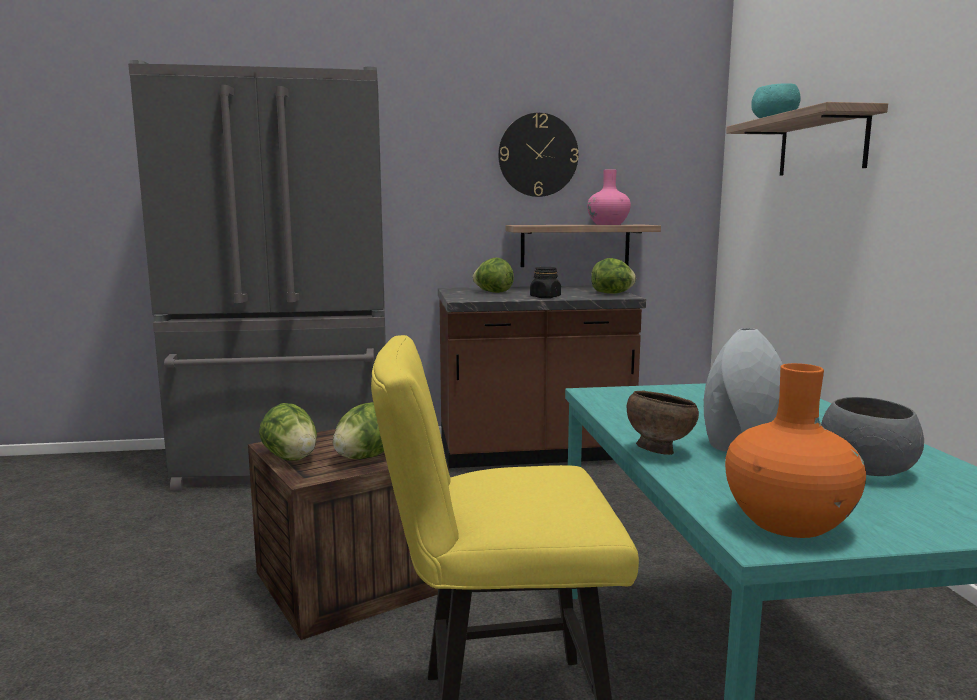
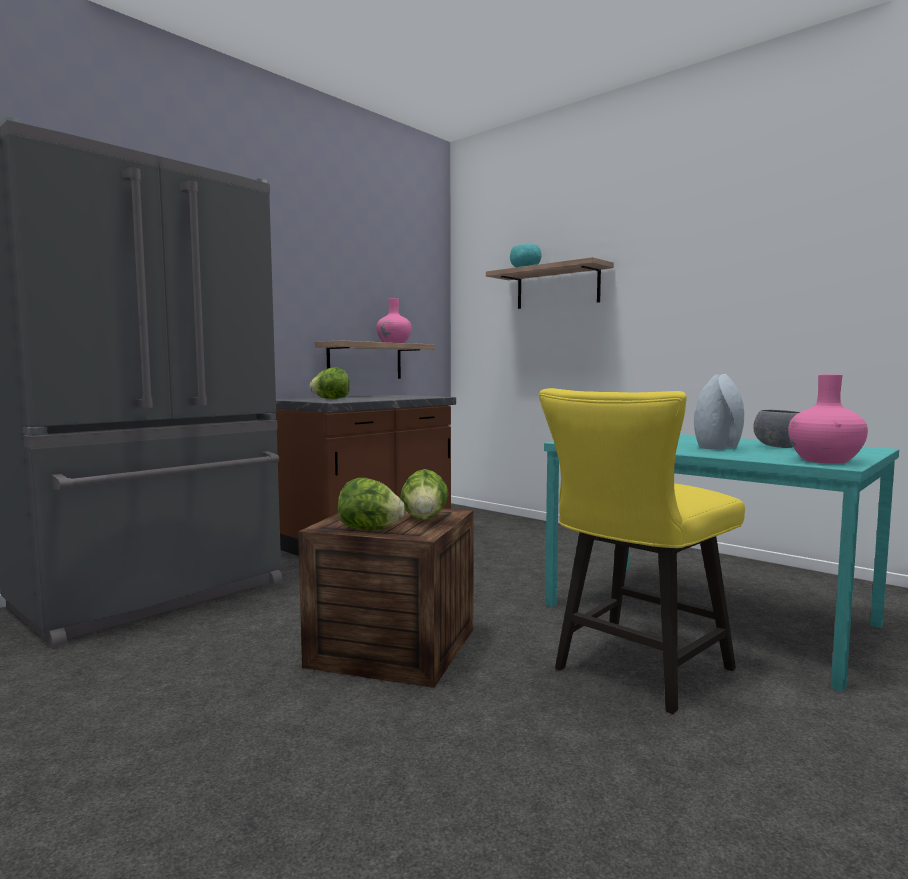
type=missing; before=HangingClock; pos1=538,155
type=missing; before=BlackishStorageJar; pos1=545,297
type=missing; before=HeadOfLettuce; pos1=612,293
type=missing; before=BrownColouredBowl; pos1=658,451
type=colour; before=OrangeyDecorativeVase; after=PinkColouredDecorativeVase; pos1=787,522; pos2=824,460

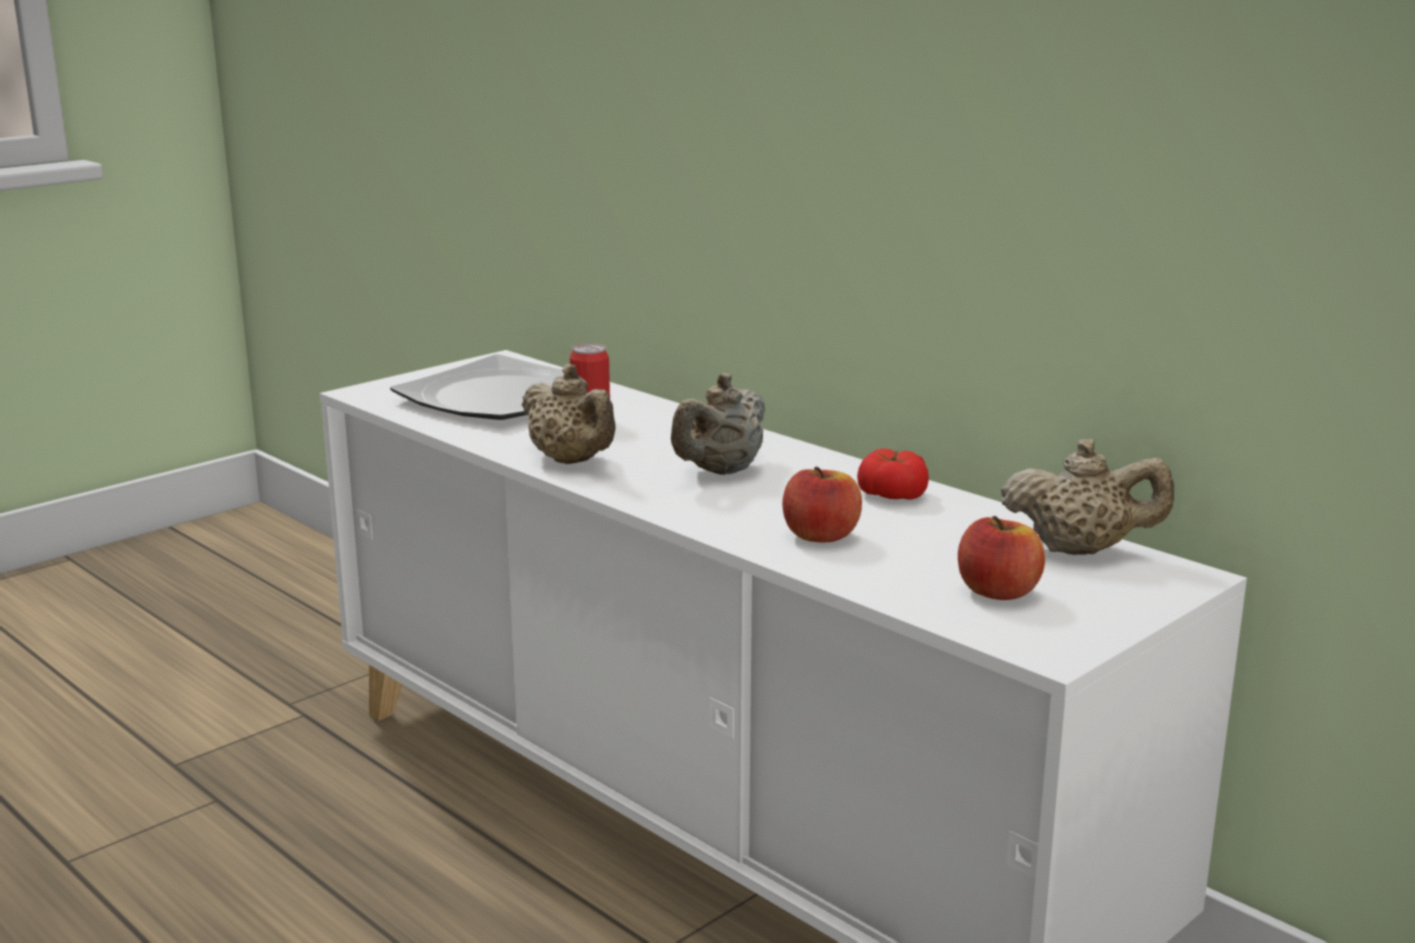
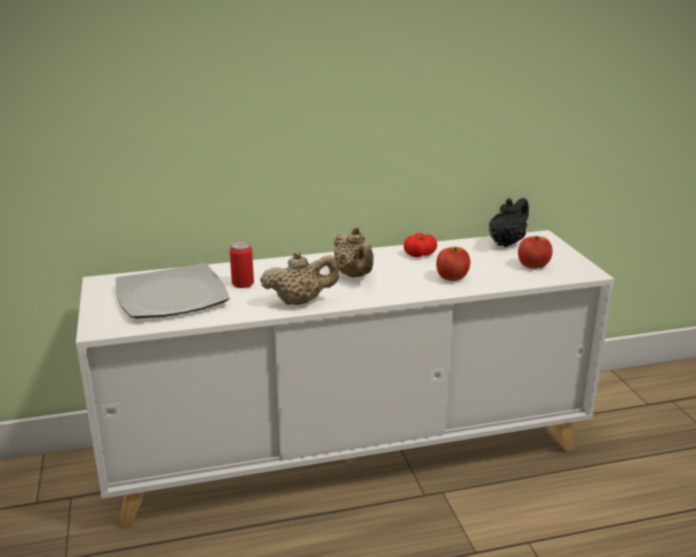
type=colour; before=BeigeTeaPot; after=BlackishTeaPot; pos1=1081,550; pos2=506,243

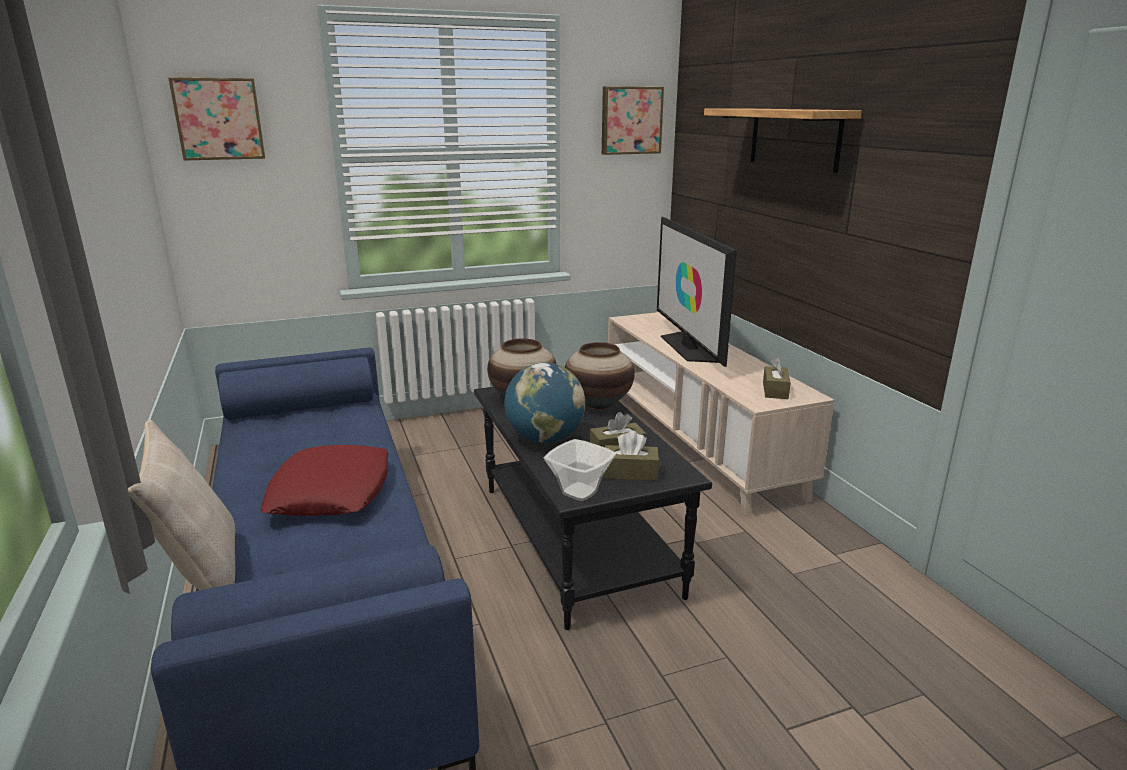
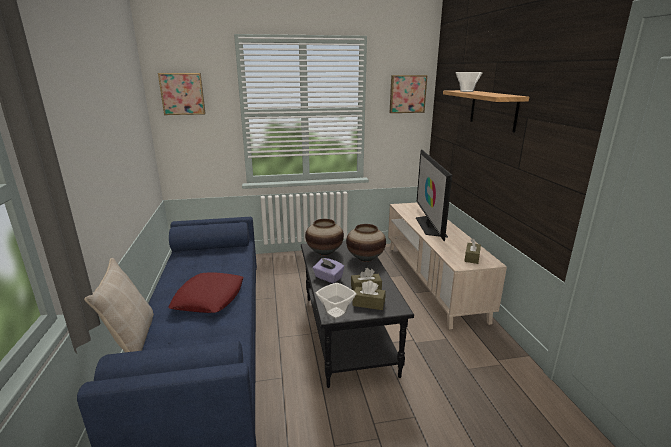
type=appeared; after=Bowl; pos2=467,91
type=exchanged; before=WorldGlobe; after=PurpleColouredTissueHolder; pos1=545,439; pos2=328,278

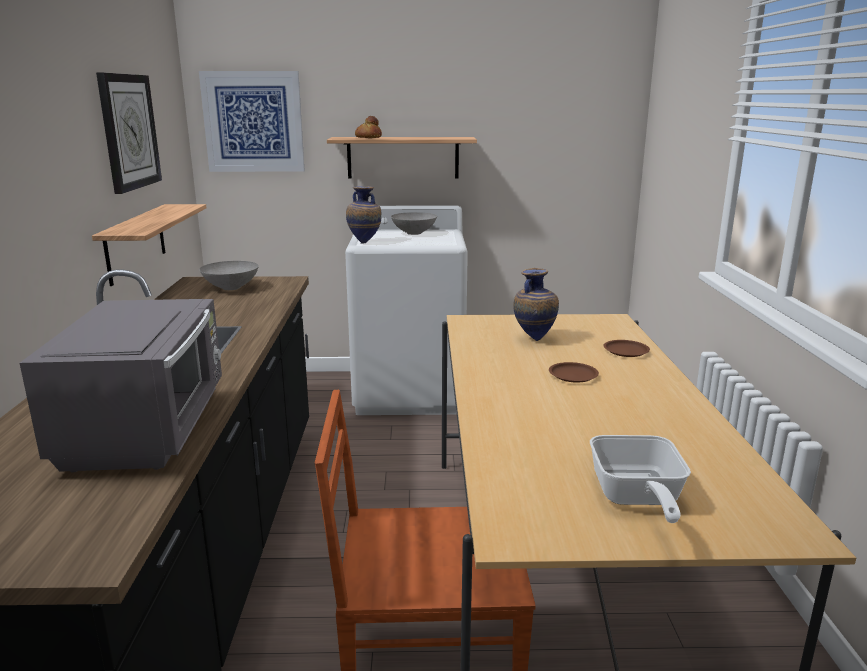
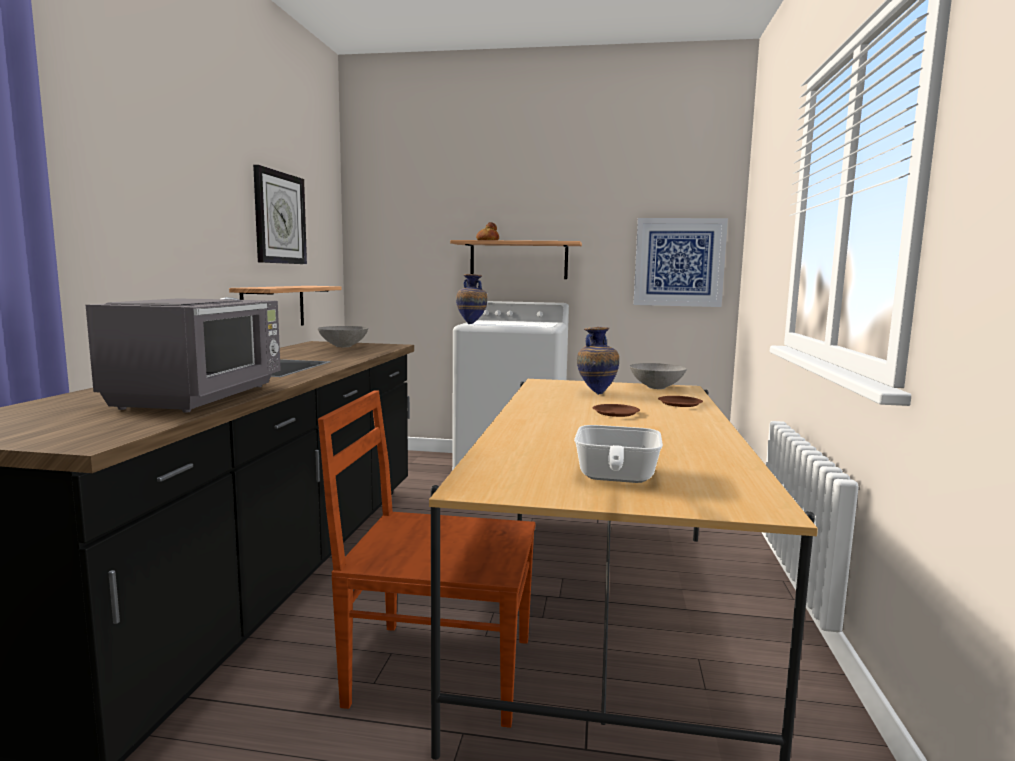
type=relocated; before=WallPicture; pos1=253,122; pos2=679,262
type=relocated; before=GrayBowl; pos1=414,233; pos2=656,387

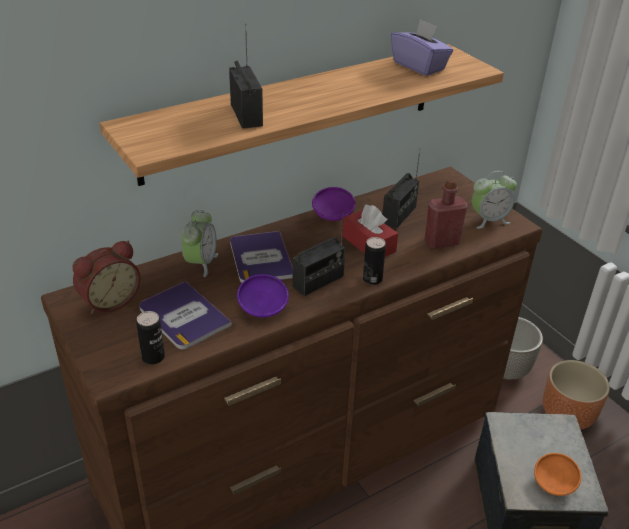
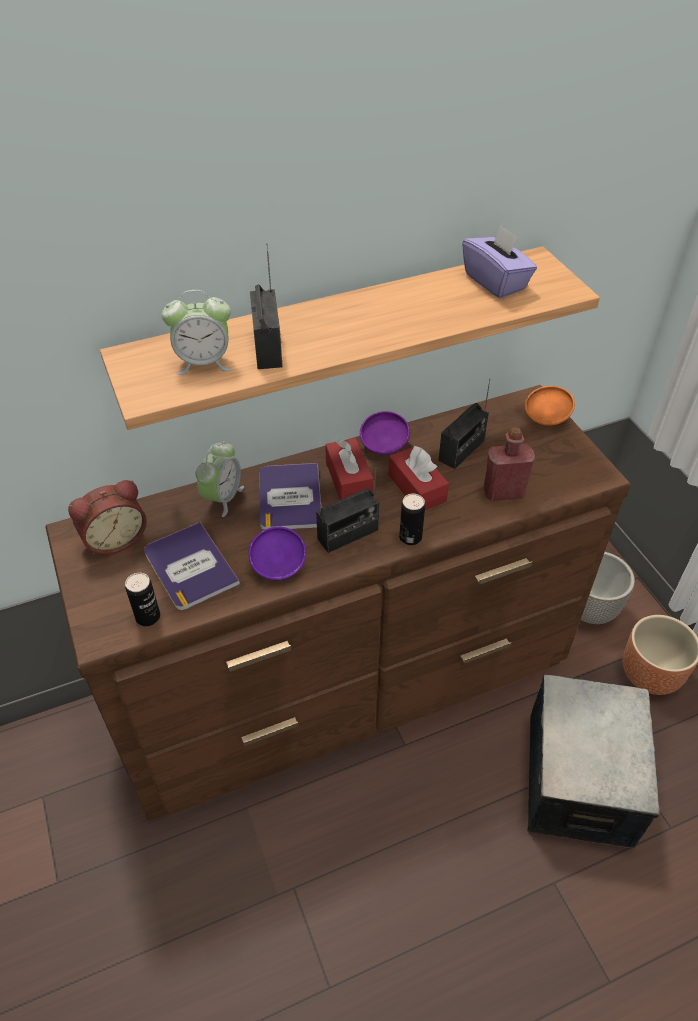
type=appeared; after=ReddishTissueHolder; pos2=348,479
type=relocated; before=TableClock; pos1=489,220; pos2=204,363
type=relocated; before=OrangeyBowl; pos1=553,484; pos2=545,418

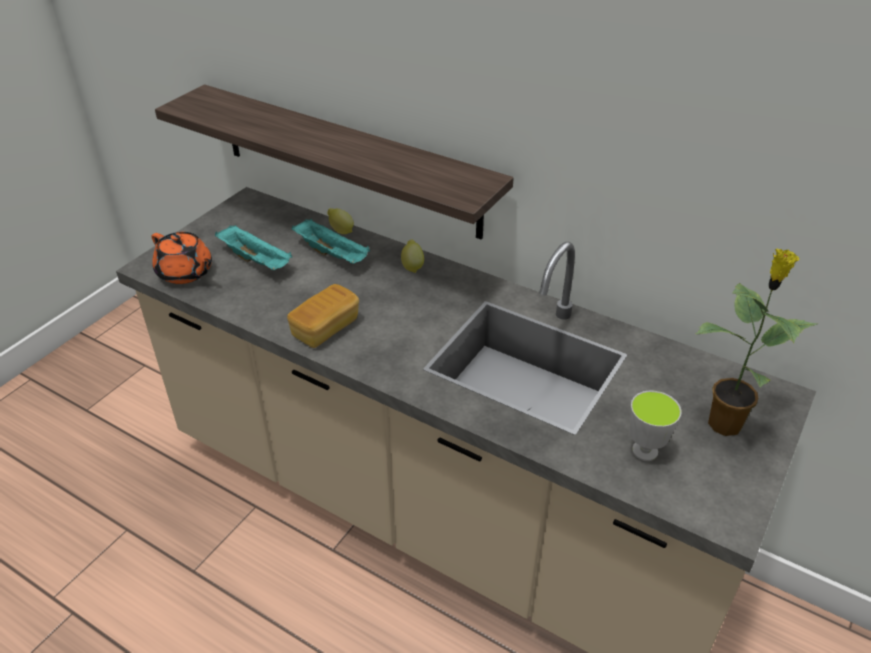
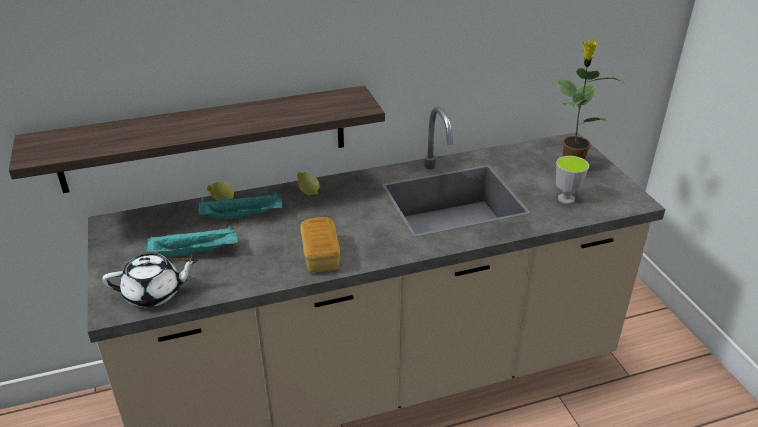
type=colour; before=OrangeyTeaPot; after=WhitishTeaPot; pos1=185,273; pos2=154,293

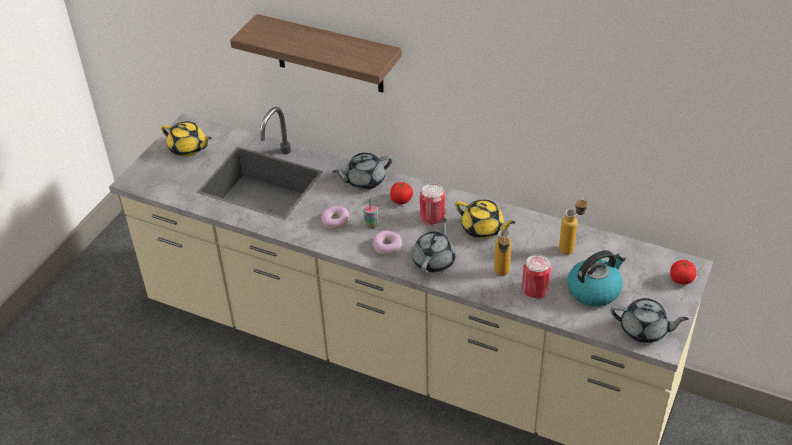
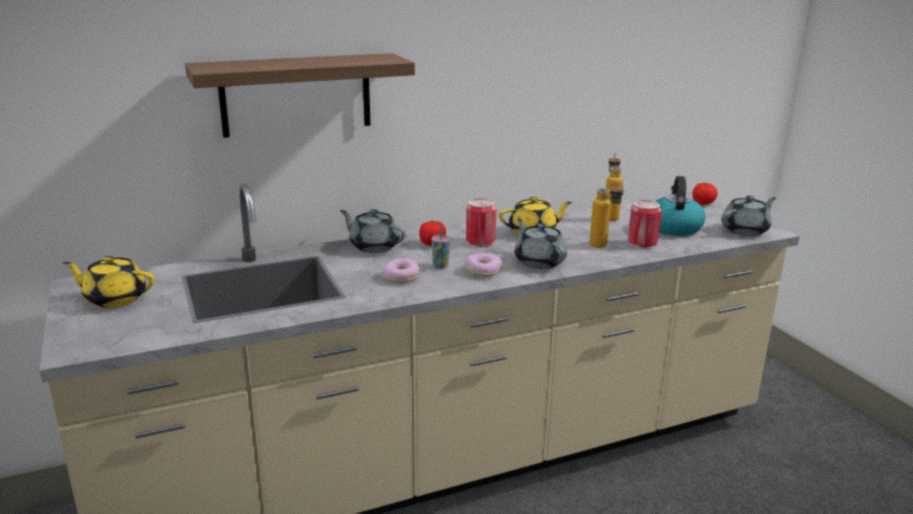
type=spun; before=YellowishTeaPot; pos1=188,148; pos2=114,299; turn=-150
type=spun; before=GrayTeaPot; pos1=364,181; pos2=373,246; turn=105

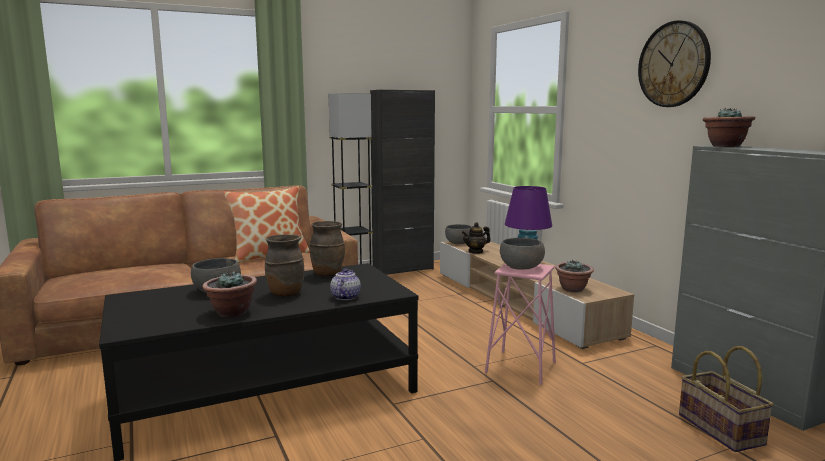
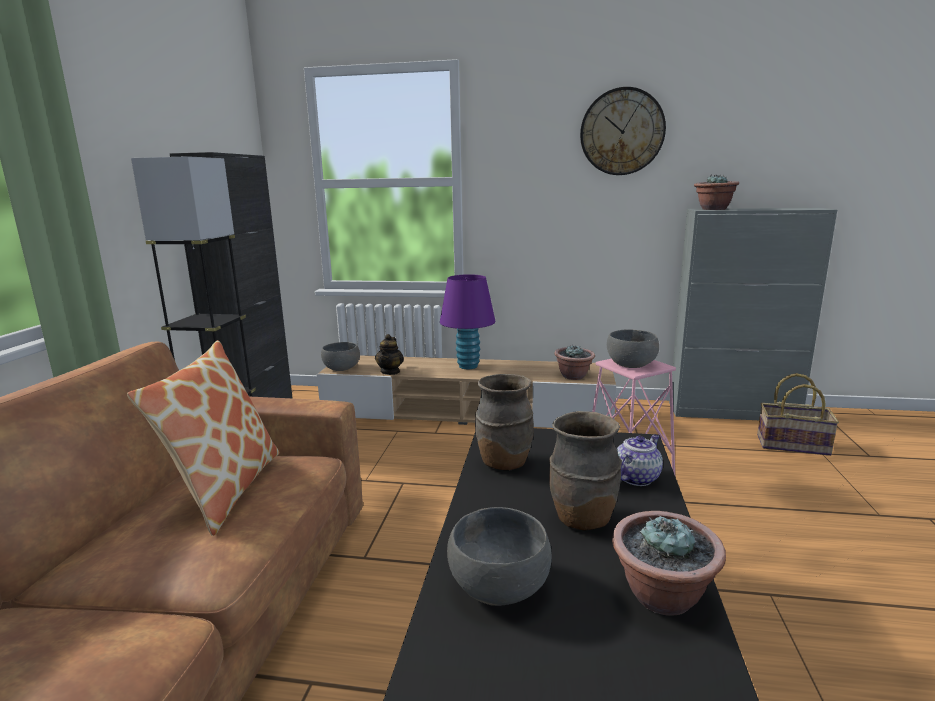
type=spun; before=TeaPot; pos1=345,297; pos2=636,477; turn=90

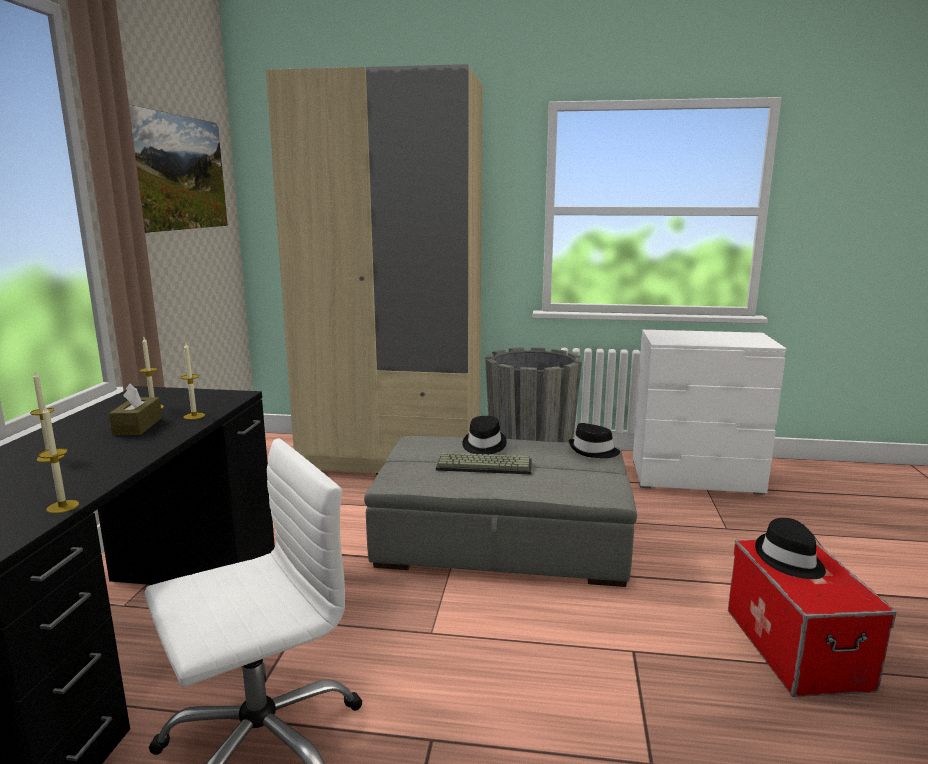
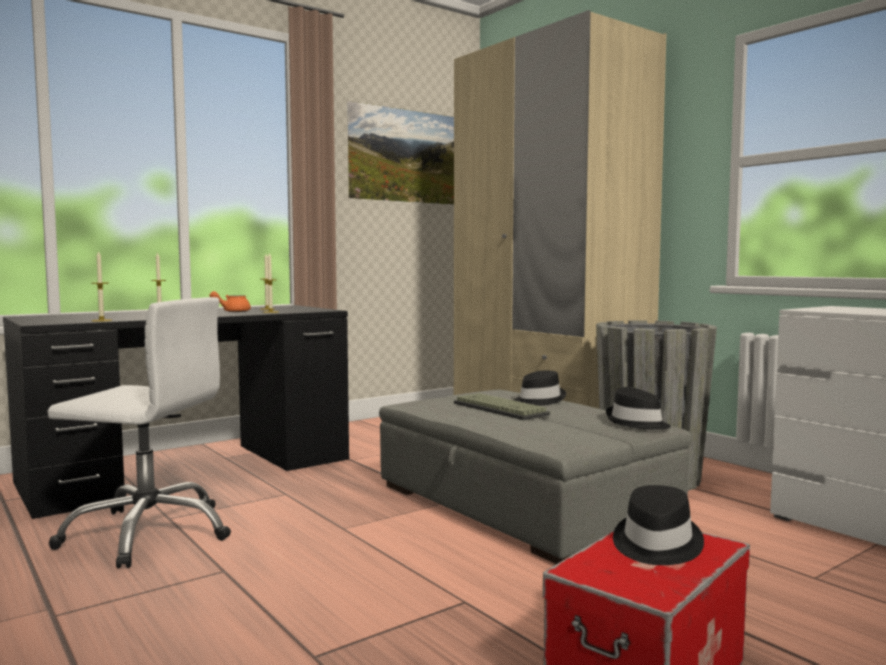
type=exchanged; before=BrownColouredTissueHolder; after=OrangeyTeaPot; pos1=138,426; pos2=232,311

